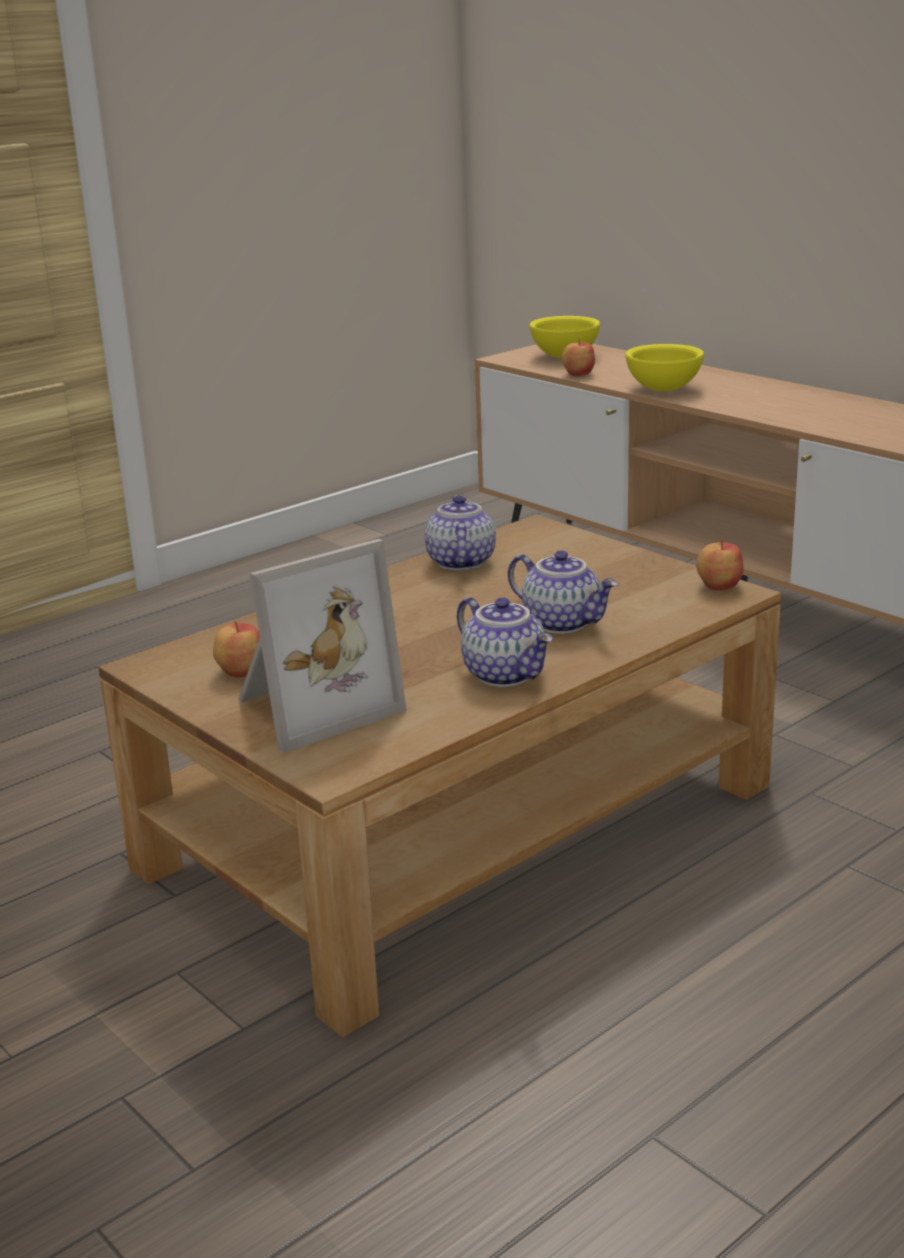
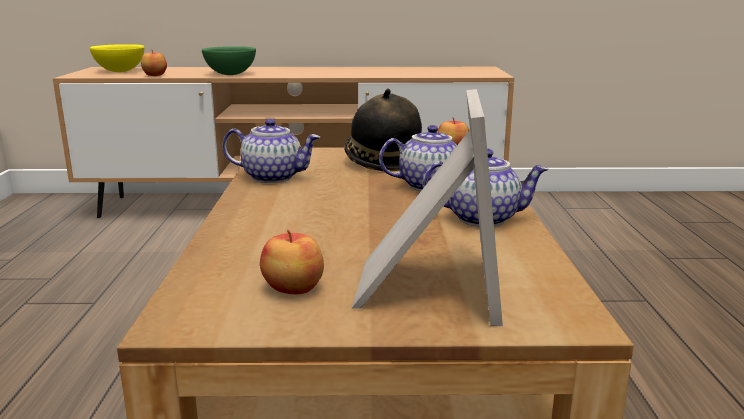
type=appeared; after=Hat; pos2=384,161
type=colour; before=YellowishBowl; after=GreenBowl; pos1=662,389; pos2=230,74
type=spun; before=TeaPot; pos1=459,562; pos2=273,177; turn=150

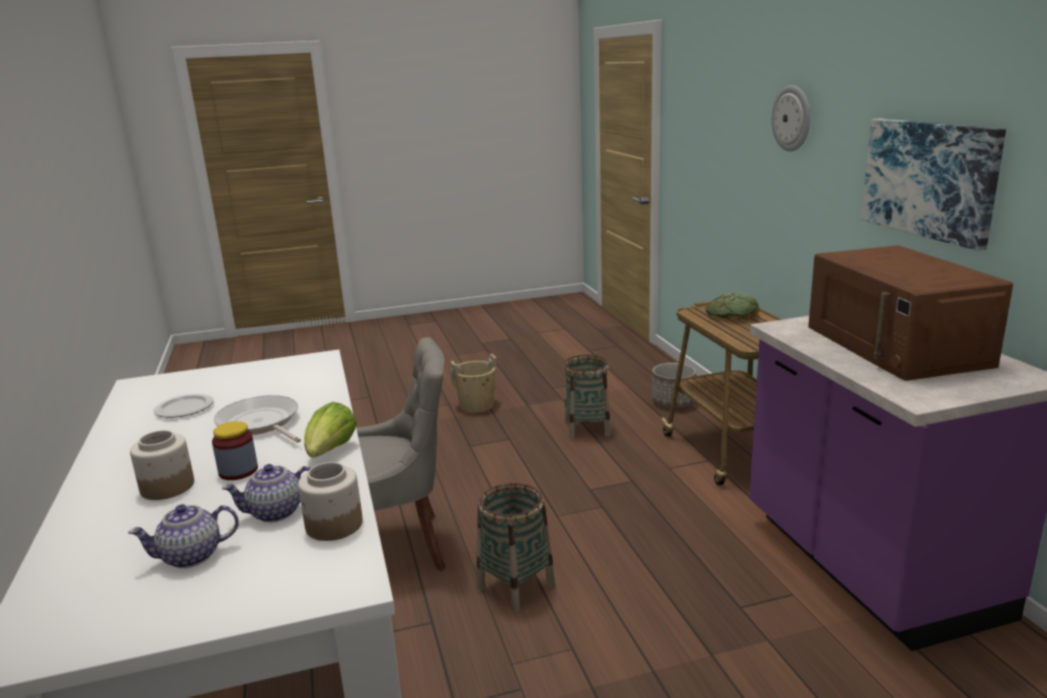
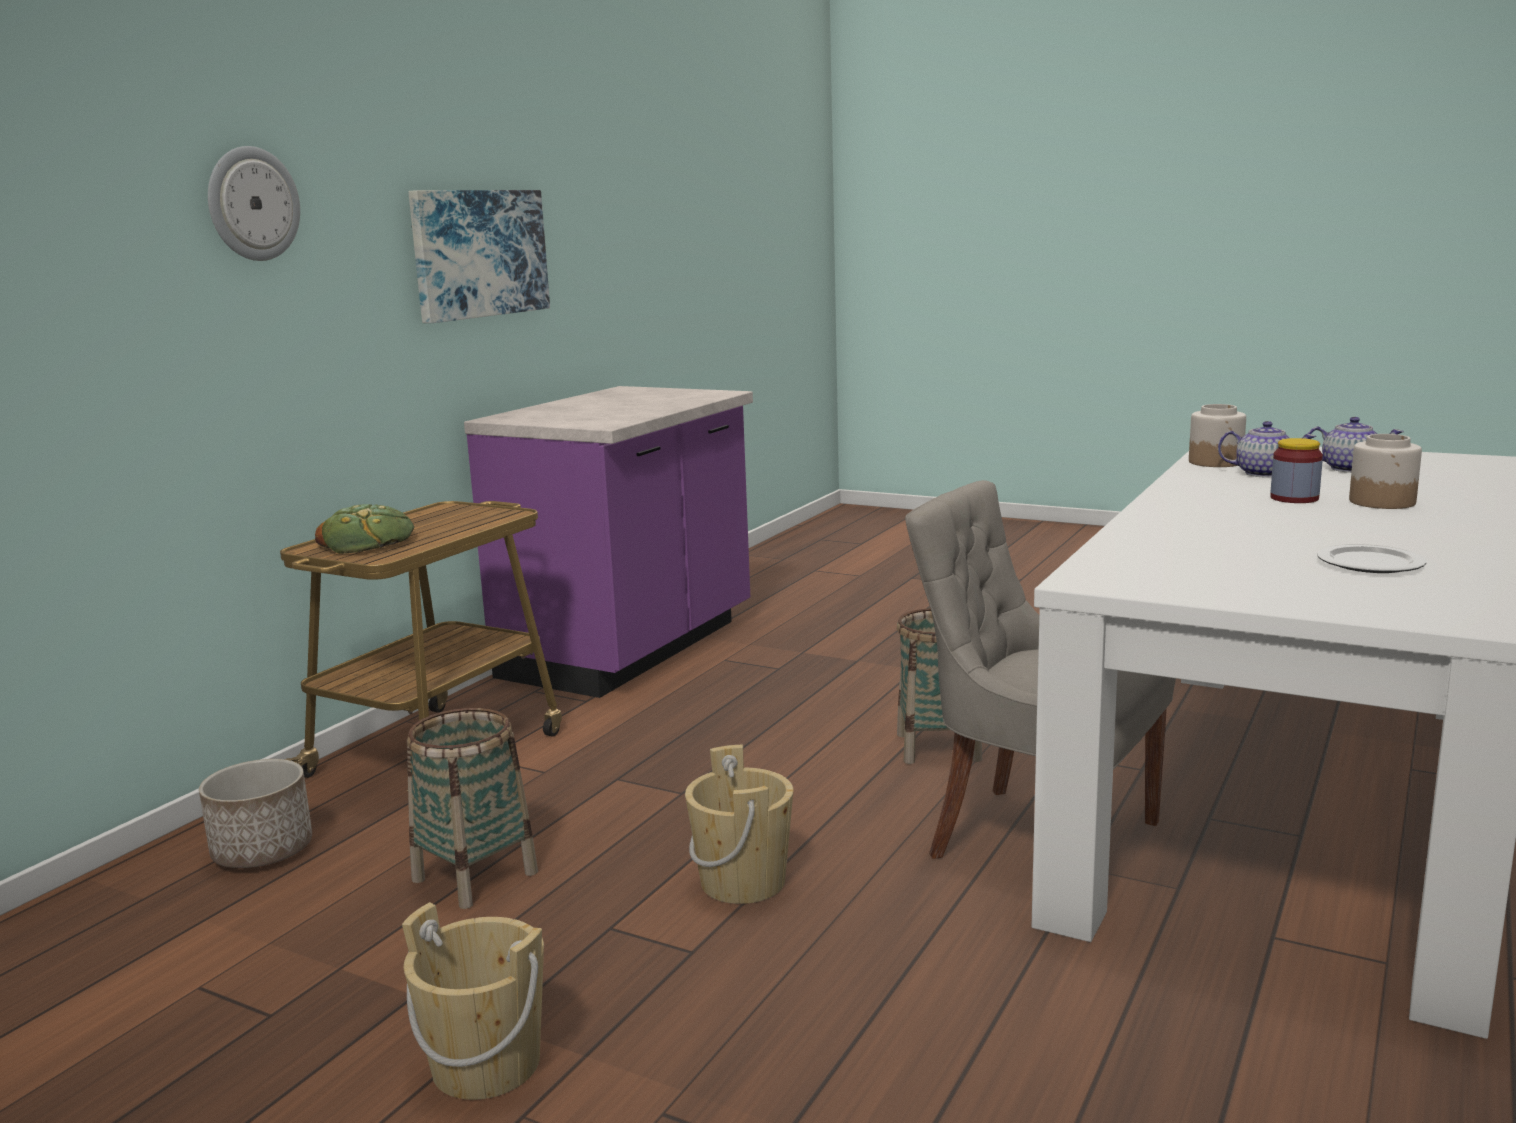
type=missing; before=Skillet; pos1=260,423
type=missing; before=HeadOfLettuce; pos1=330,452
type=missing; before=BrownColouredMicrowaveOven; pos1=897,346
type=appeared; after=BeigeBucket; pos2=743,882

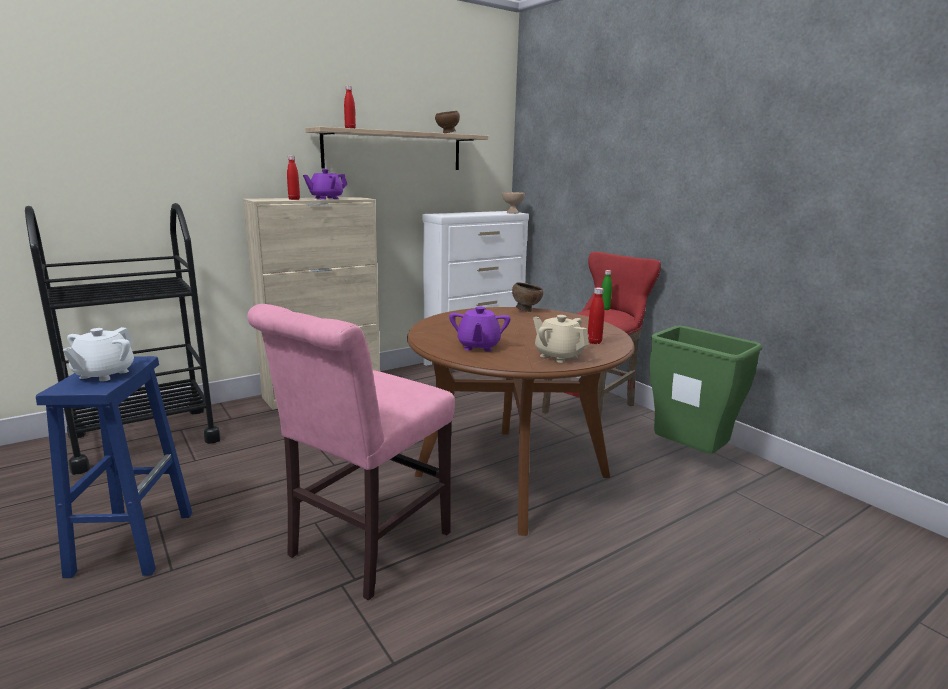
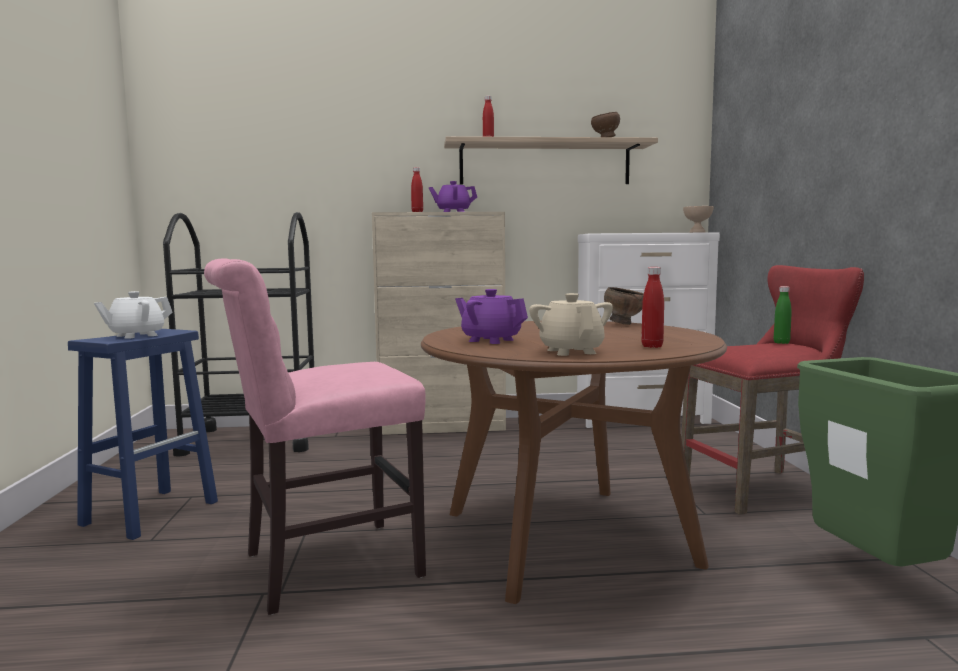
type=spun; before=PurpleColouredTeaPot; pos1=478,346; pos2=491,340; turn=90

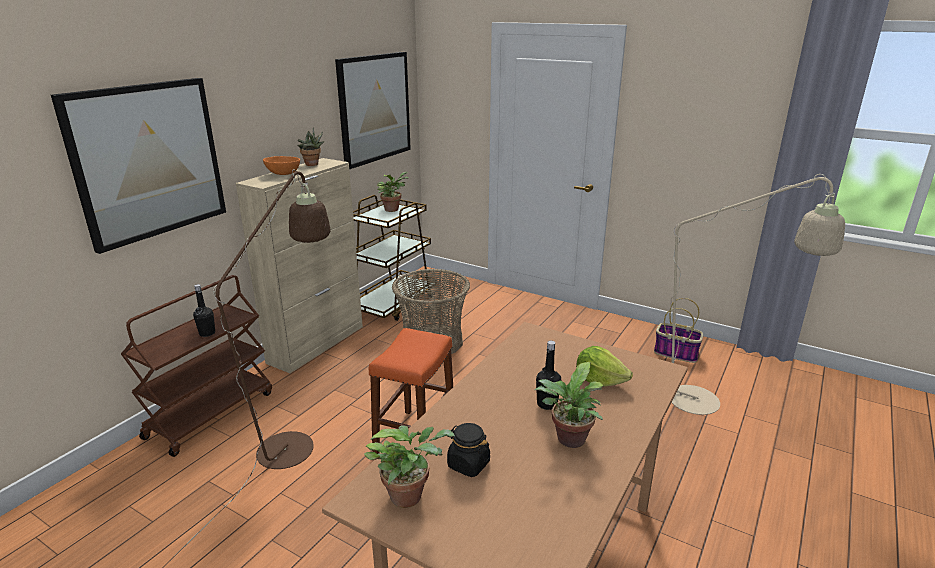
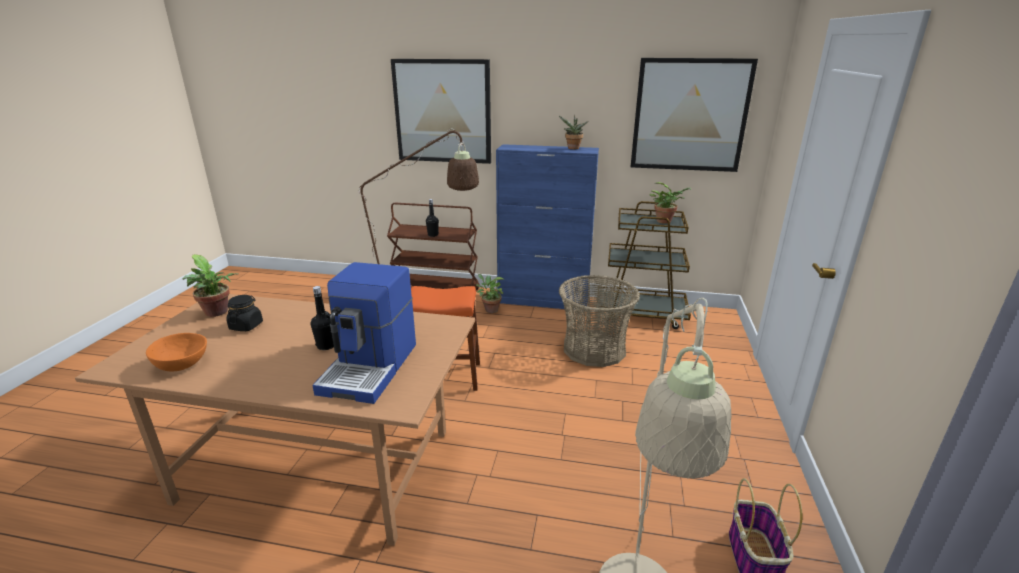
type=relocated; before=OrangeyBowl; pos1=283,173; pos2=181,364
type=relocated; before=PottedPlant; pos1=569,441; pos2=489,309
type=exchanged; before=HeadOfLettuce; after=CoffeeMaker; pos1=599,380; pos2=371,367
type=colour; before=BeigeCabinet; after=BlueColouredCabinet; pos1=317,344; pos2=543,301

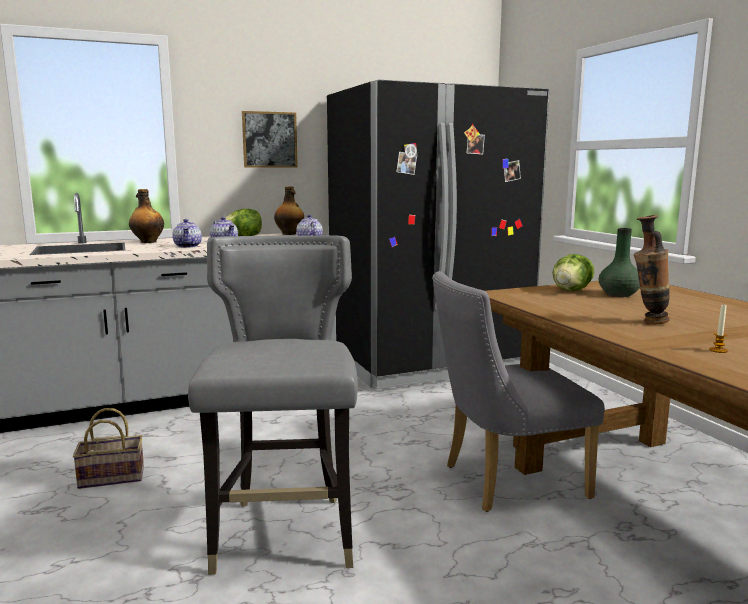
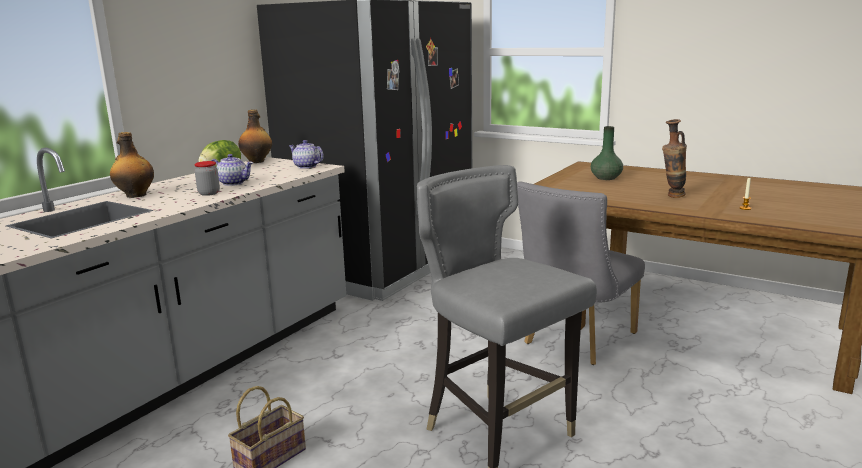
type=missing; before=WallPicture; pos1=269,139
type=missing; before=HeadOfLettuce; pos1=571,291
type=exchanged; before=TeaPot; after=StorageJar; pos1=188,246; pos2=209,193

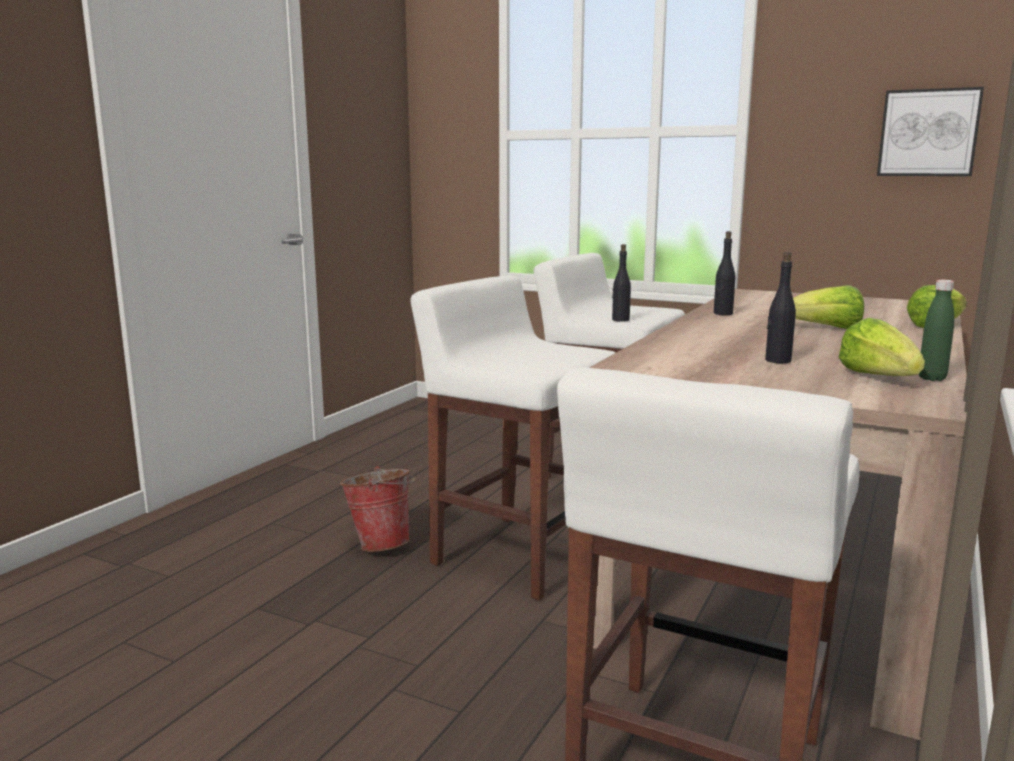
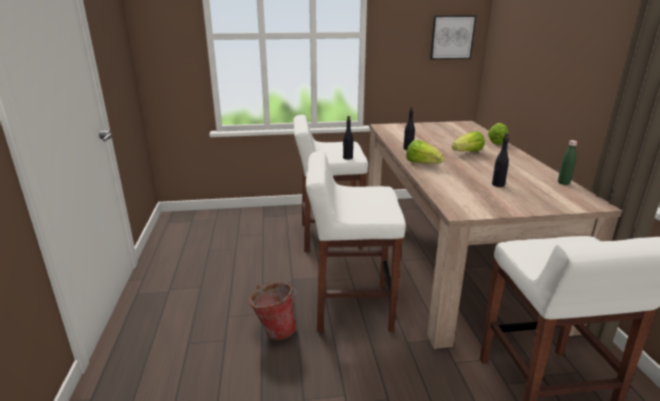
type=relocated; before=HeadOfLettuce; pos1=878,377; pos2=422,163

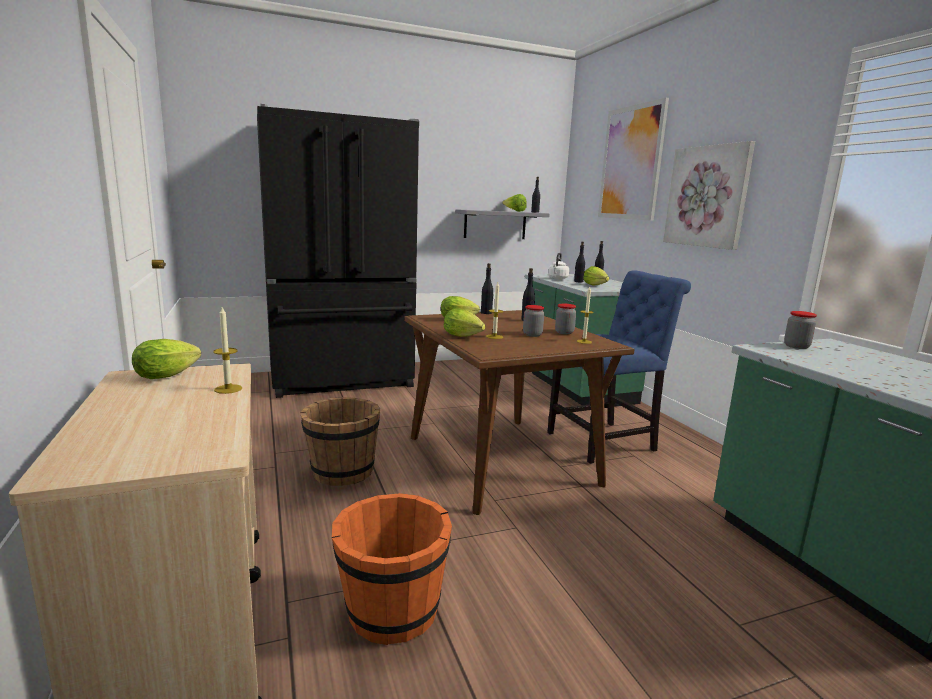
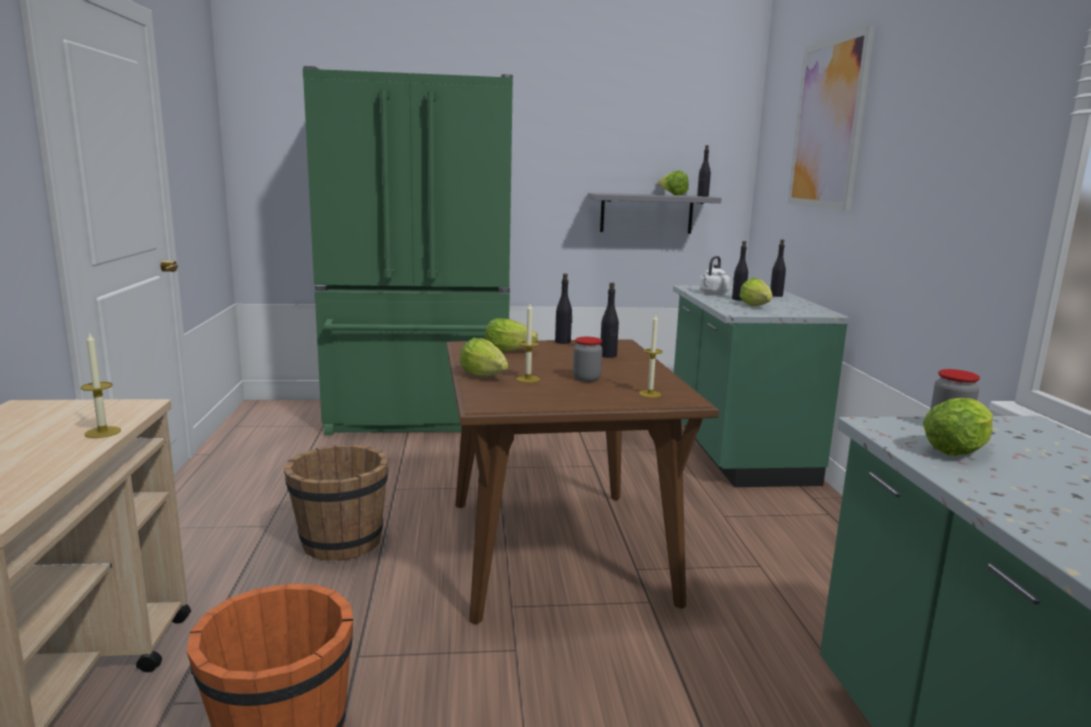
type=missing; before=BlueColouredChair; pos1=606,441
type=missing; before=StorageJar; pos1=564,332
type=missing; before=WallPicture; pos1=707,196
type=relocated; before=HeadOfLettuce; pos1=170,375; pos2=959,450
type=colour; before=BlackishRefrigerator; after=GreenRefrigerator; pos1=342,380; pos2=419,418

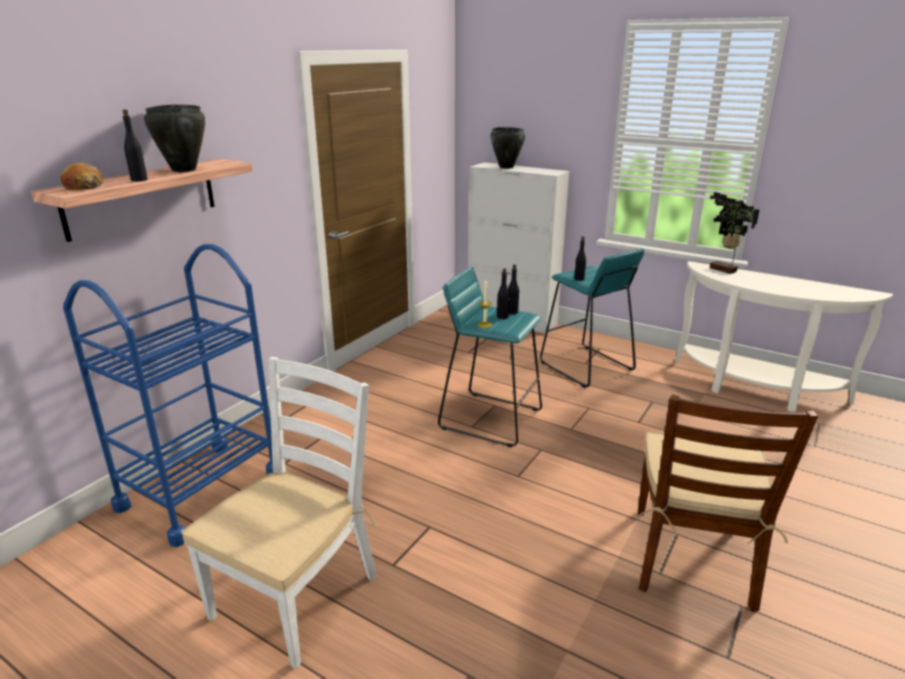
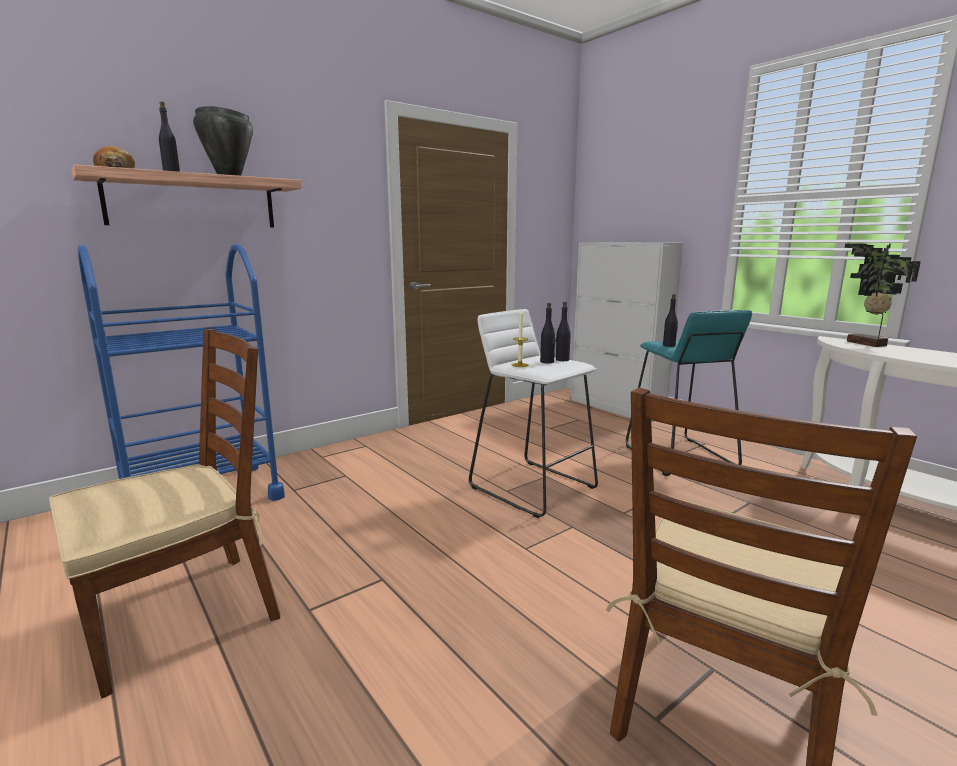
type=missing; before=BlackishStockpot; pos1=506,167
type=colour; before=WhitishChair; after=BrownColouredChair; pos1=296,595; pos2=183,615
type=colour; before=BlueGreenStool; after=WhitishStool; pos1=490,418; pos2=532,487

